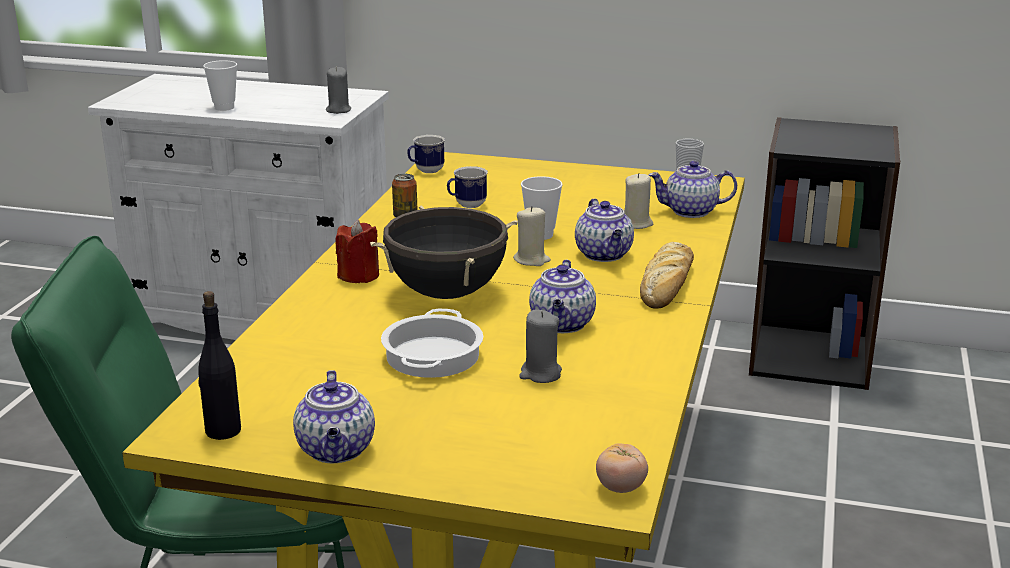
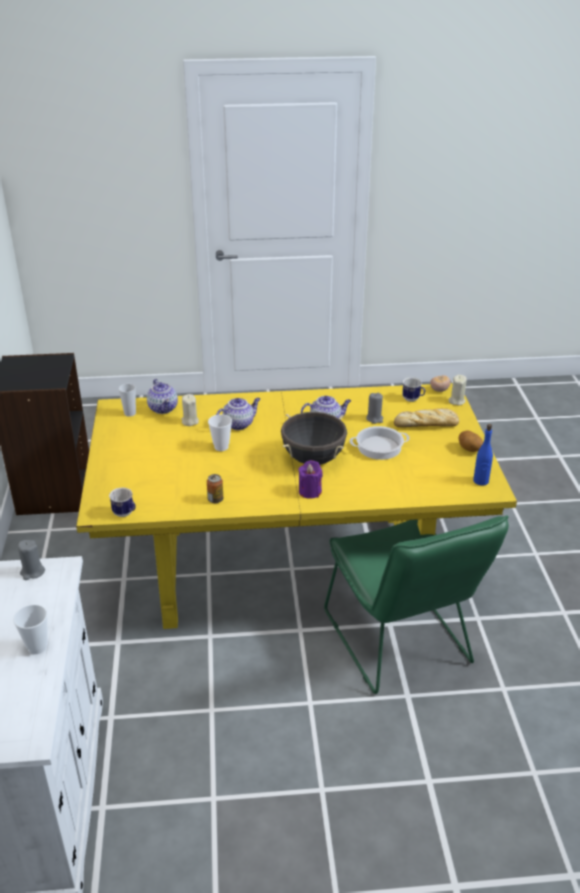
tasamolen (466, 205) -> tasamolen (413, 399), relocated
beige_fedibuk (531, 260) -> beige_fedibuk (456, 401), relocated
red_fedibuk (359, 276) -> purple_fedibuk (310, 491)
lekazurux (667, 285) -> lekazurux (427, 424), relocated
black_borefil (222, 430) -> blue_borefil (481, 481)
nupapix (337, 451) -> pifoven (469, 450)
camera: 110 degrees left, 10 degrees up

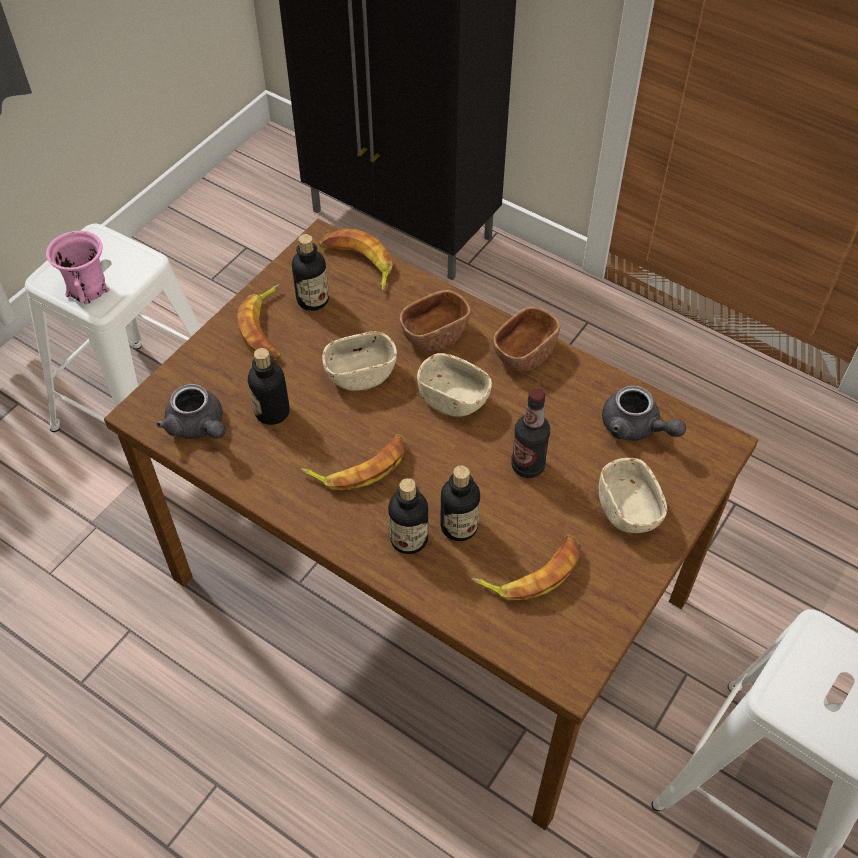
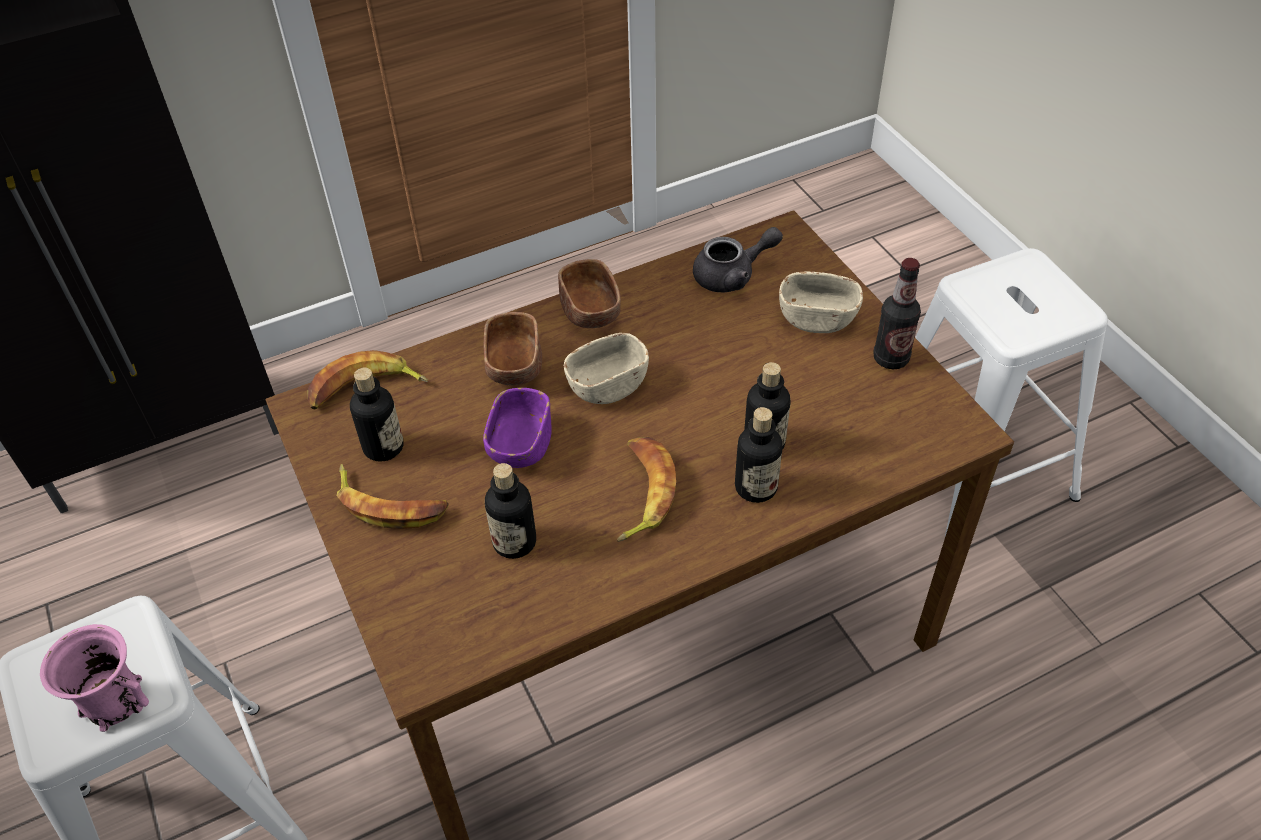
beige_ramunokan (360, 374) -> purple_ramunokan (520, 445)
grey_nupapix (198, 427) -> none
borefil (527, 466) -> borefil (891, 358), relocated
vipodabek (532, 572) -> none
camera: 60 degrees left, 5 degrees down

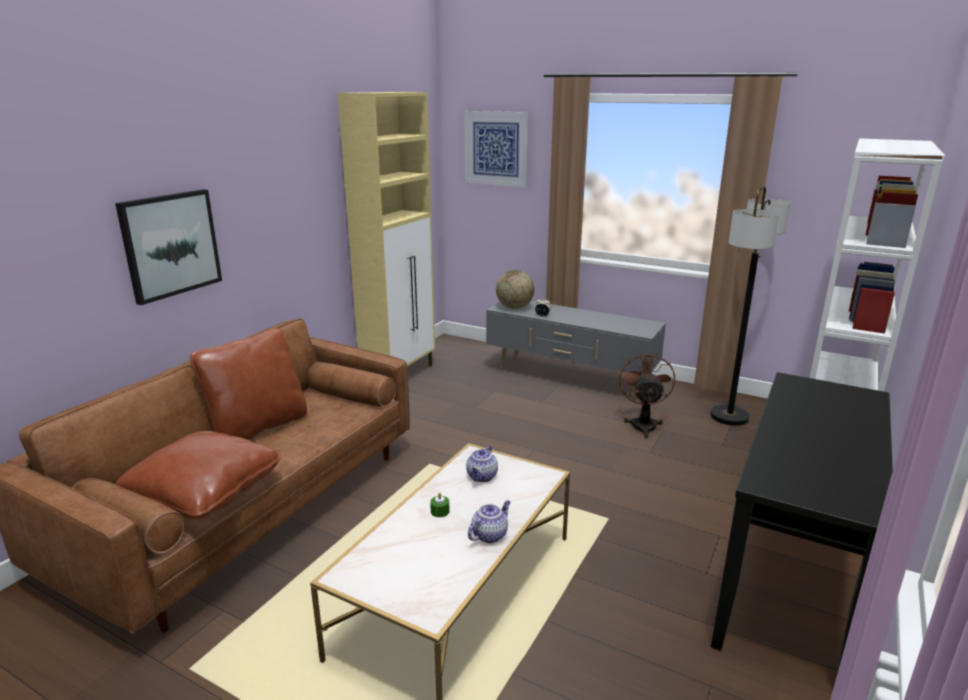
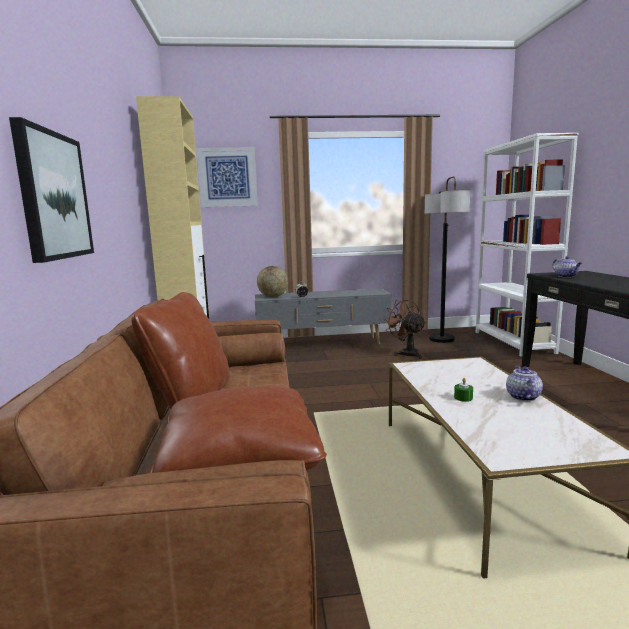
nupapix (482, 477) -> nupapix (566, 276), relocated
camera: 35 degrees left, 10 degrees down

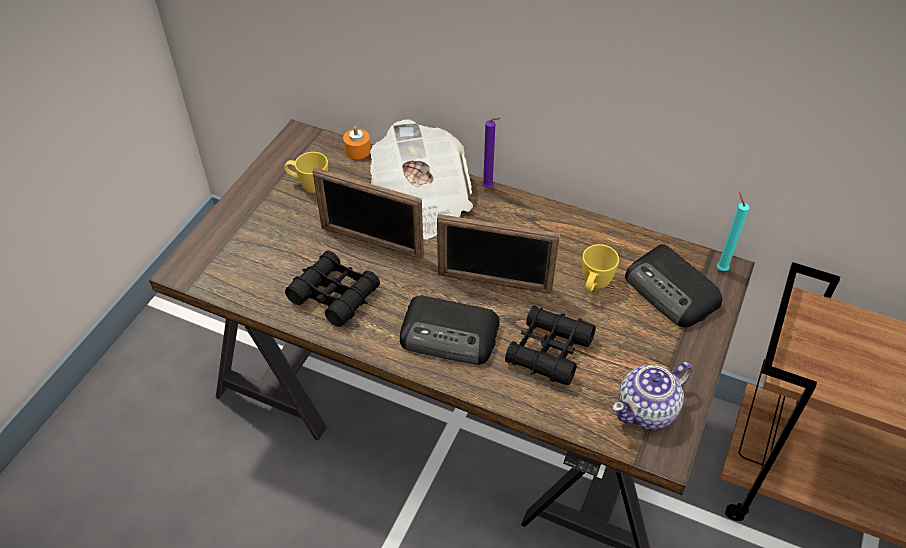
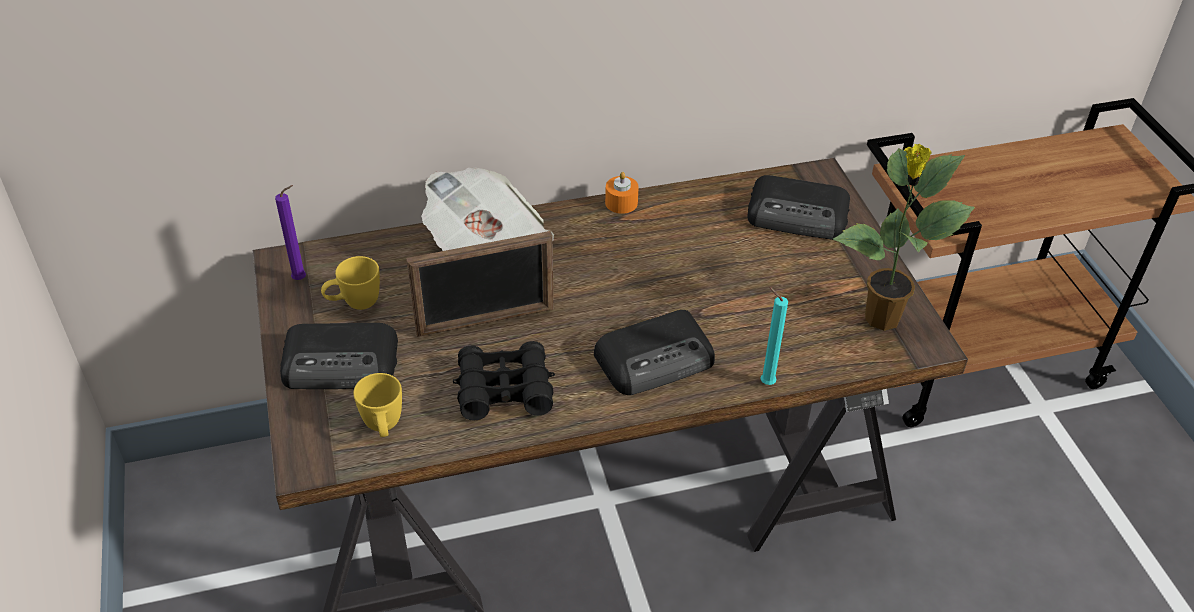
purple_fedibuk (489, 188) -> purple_fedibuk (302, 279), relocated
orange_fedibuk (357, 150) -> orange_fedibuk (621, 203), relocated
turquoise_fedibuk (720, 268) -> turquoise_fedibuk (765, 382), relocated
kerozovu (494, 283) -> none
yellow_tasamolen (594, 286) -> yellow_tasamolen (383, 428), relocated
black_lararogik (548, 351) -> none
nupapix (648, 410) -> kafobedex (881, 319)
none -> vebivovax (342, 364)
camera: 40 degrees left, 5 degrees down

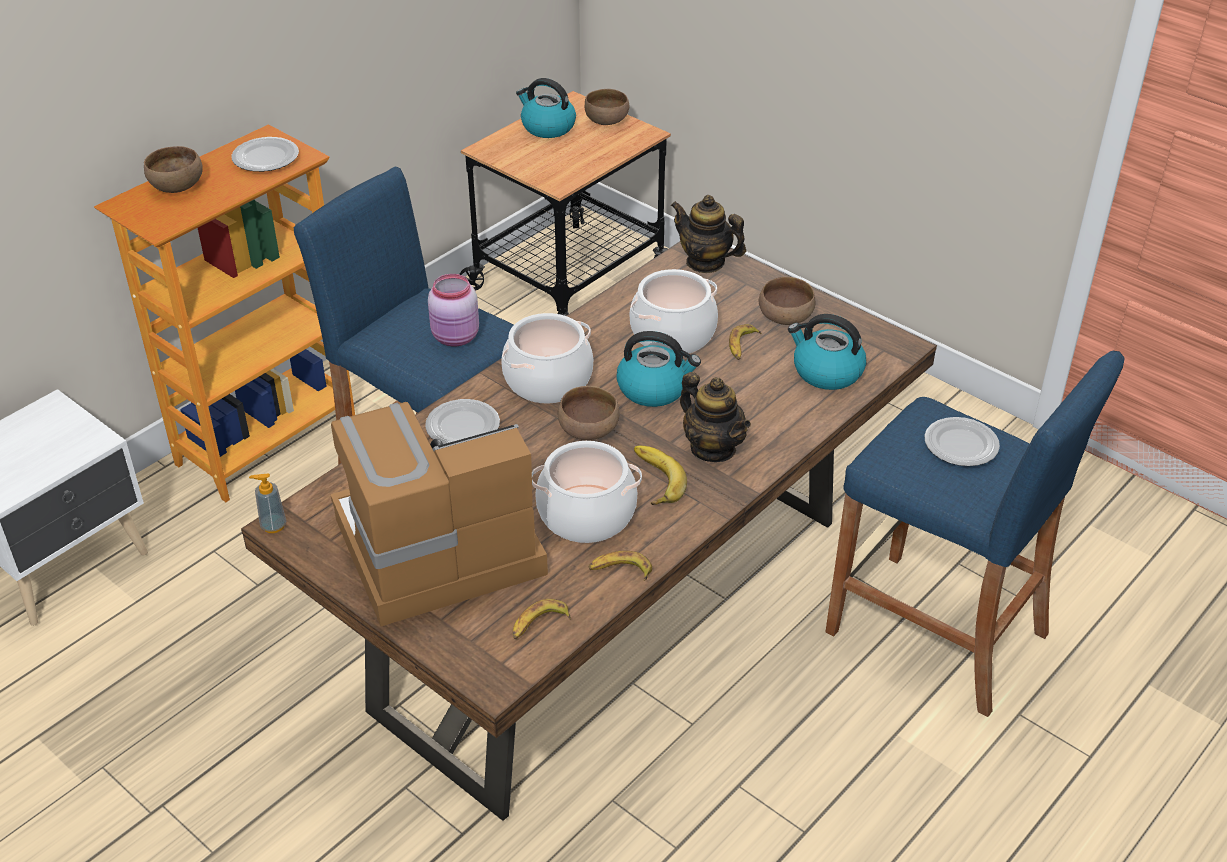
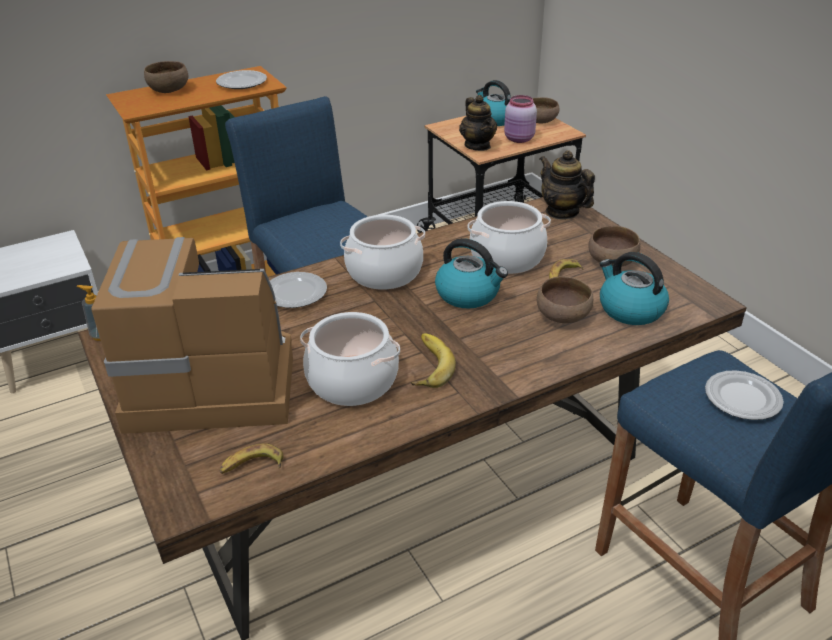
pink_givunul (456, 337) -> pink_givunul (519, 139), relocated
nupapix (713, 448) -> nupapix (477, 146), relocated
brown_ramunokan (590, 431) -> brown_ramunokan (564, 317), relocated
vipodabek (620, 571) -> none
camera: 20 degrees right, 5 degrees down

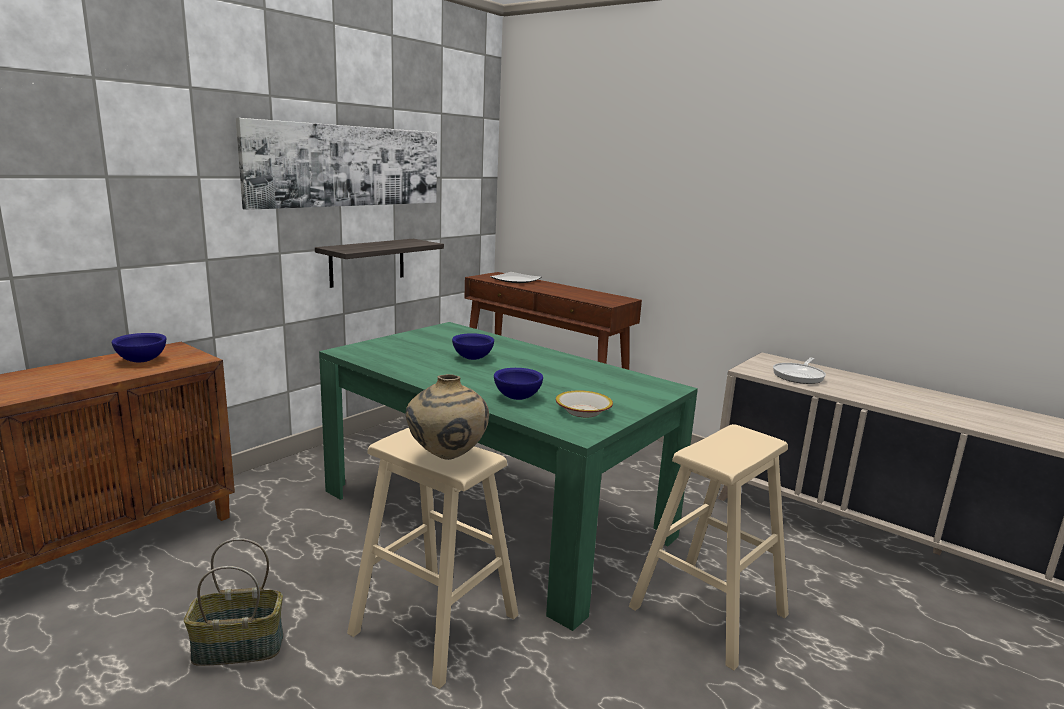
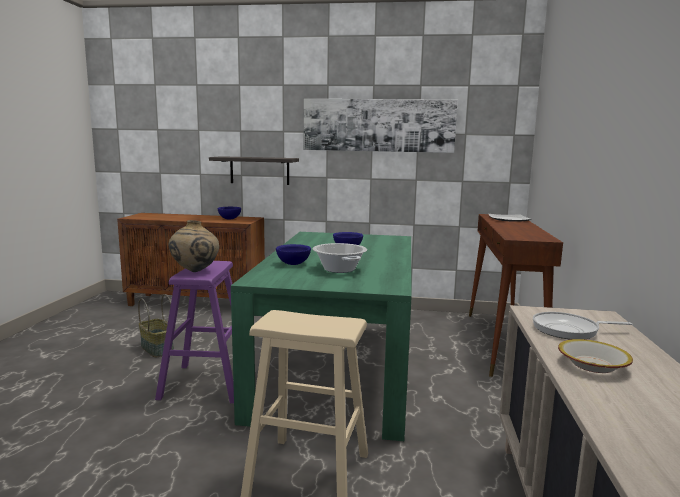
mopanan (367, 262) -> mopanan (259, 170), relocated
ramunokan (583, 411) -> ramunokan (593, 365), relocated
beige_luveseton (434, 624) -> purple_luveseton (207, 383)
none -> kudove (339, 269)
camera: 60 degrees right, 5 degrees down

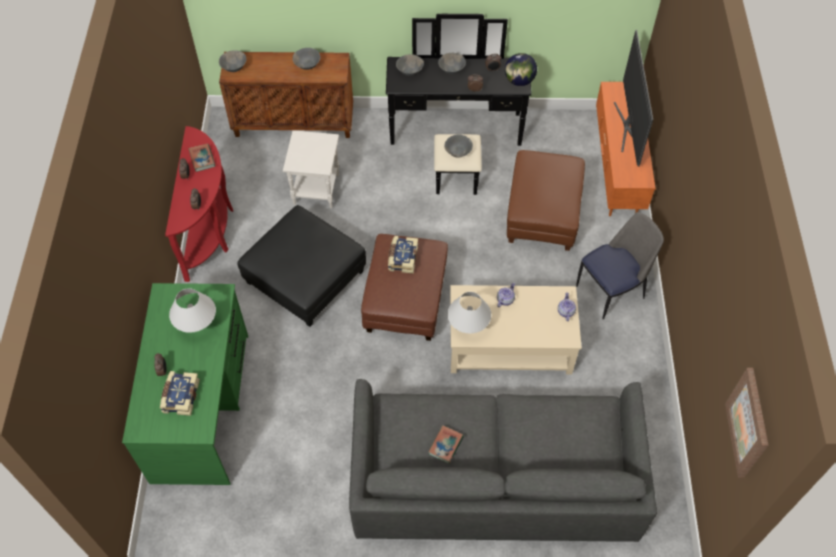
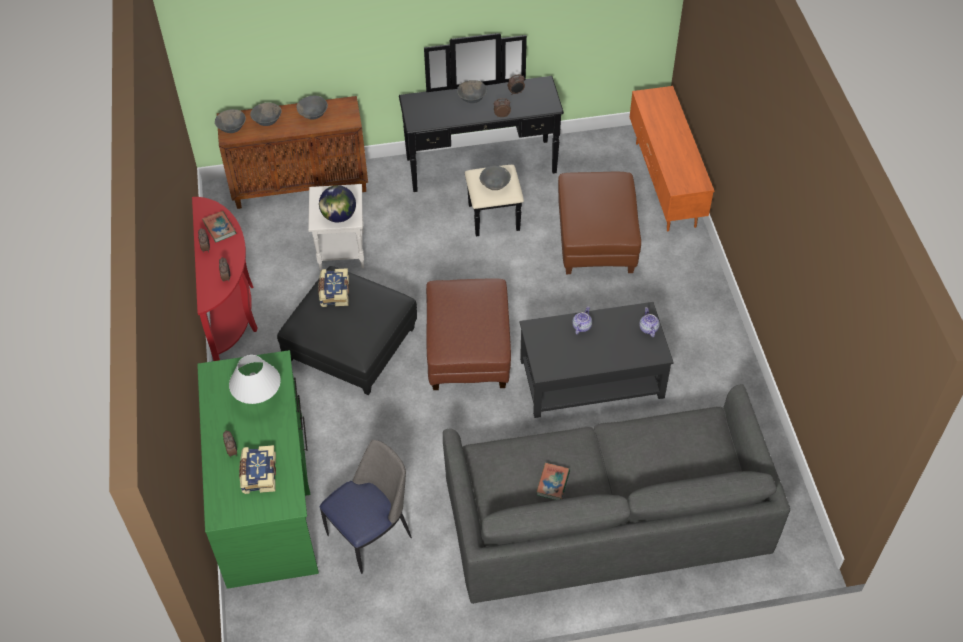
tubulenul (628, 126) -> none
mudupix (519, 81) -> mudupix (339, 216), relocated
grey_ramunokan (410, 71) -> grey_ramunokan (267, 121), relocated
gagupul (611, 291) -> gagupul (371, 534), relocated
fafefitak (402, 258) -> fafefitak (334, 292), relocated
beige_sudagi (509, 344) -> black_sudagi (590, 378)
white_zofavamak (468, 326) -> none
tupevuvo (748, 423) -> none
camera: 10 degrees left, 5 degrees down

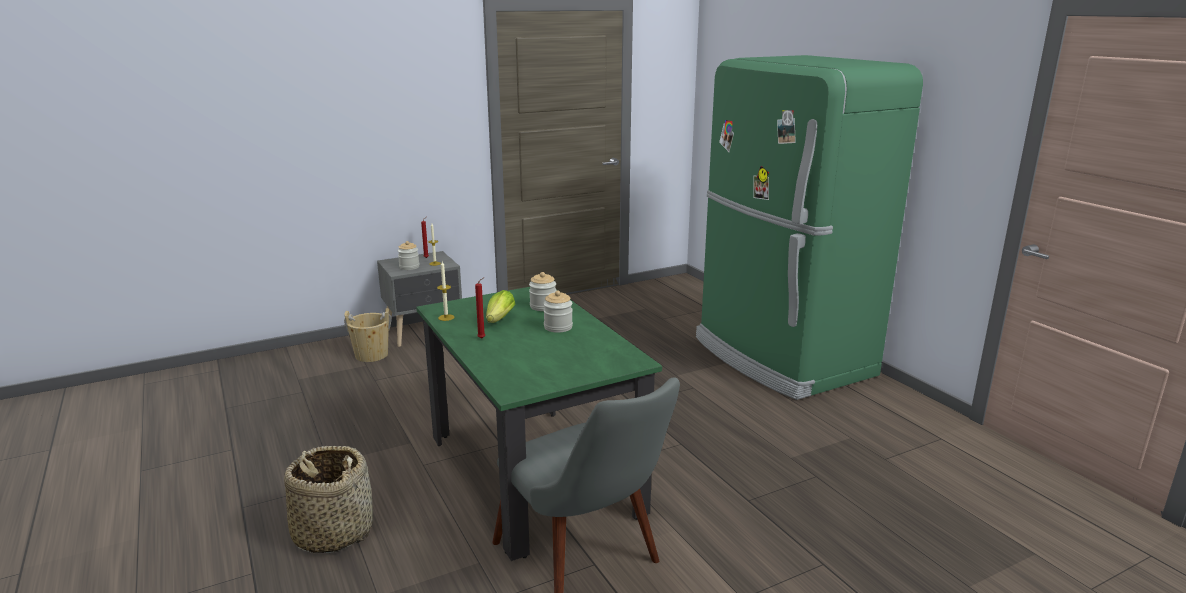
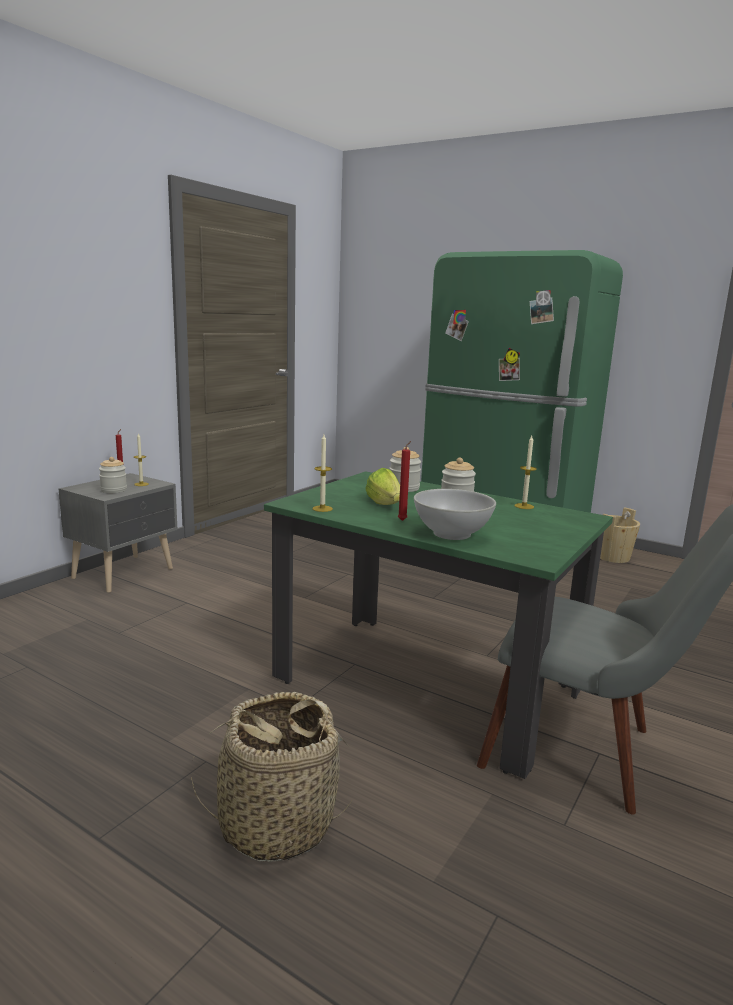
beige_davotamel (371, 355) -> beige_davotamel (613, 557), relocated
none -> fedibuk (524, 506)
none -> white_ramunokan (452, 534)
camera: 30 degrees left, 5 degrees down

